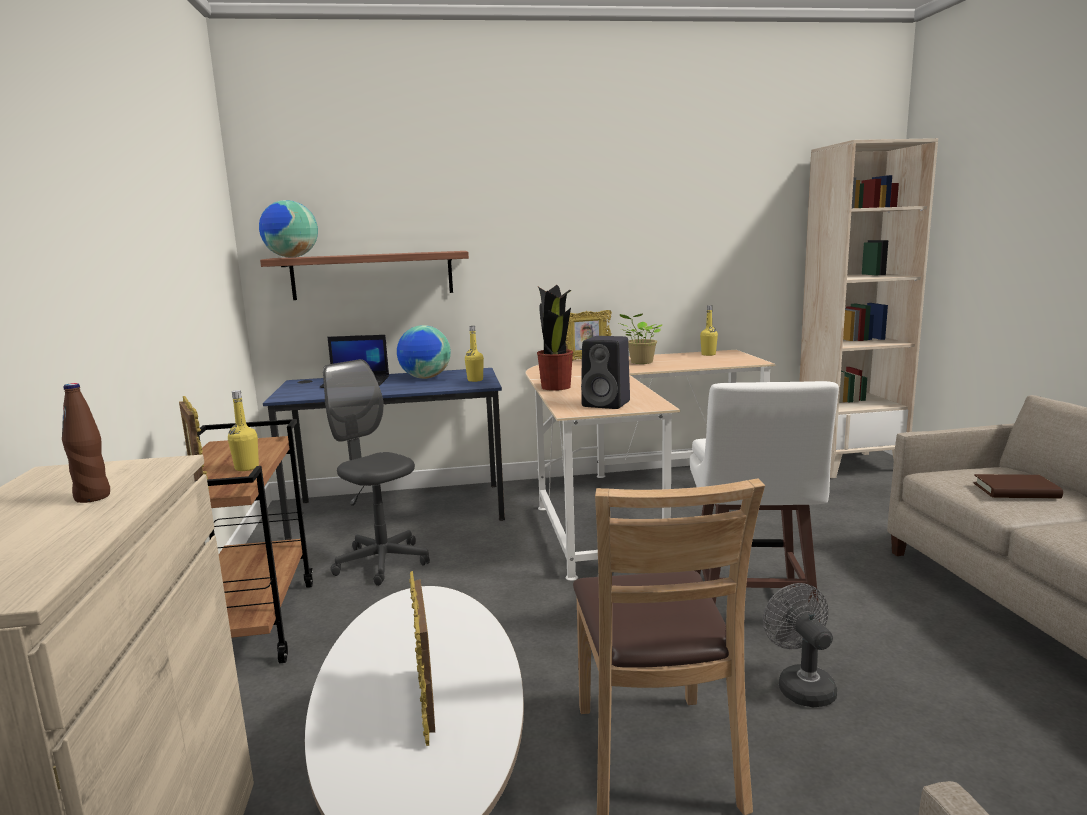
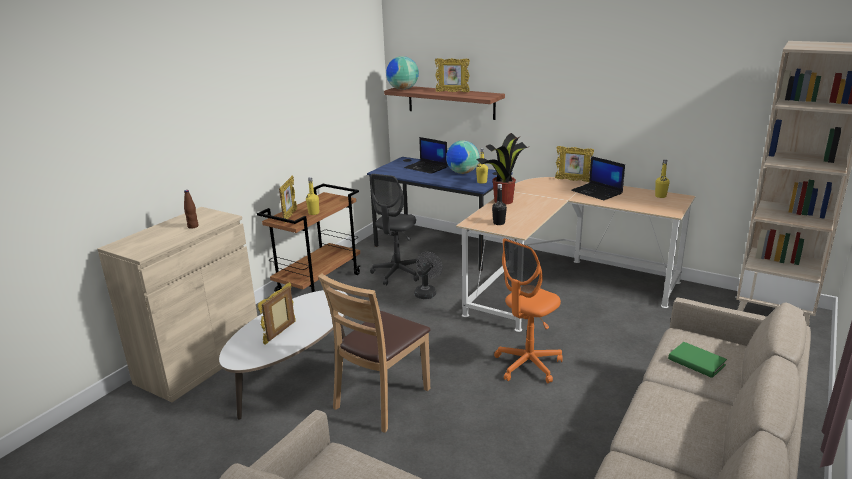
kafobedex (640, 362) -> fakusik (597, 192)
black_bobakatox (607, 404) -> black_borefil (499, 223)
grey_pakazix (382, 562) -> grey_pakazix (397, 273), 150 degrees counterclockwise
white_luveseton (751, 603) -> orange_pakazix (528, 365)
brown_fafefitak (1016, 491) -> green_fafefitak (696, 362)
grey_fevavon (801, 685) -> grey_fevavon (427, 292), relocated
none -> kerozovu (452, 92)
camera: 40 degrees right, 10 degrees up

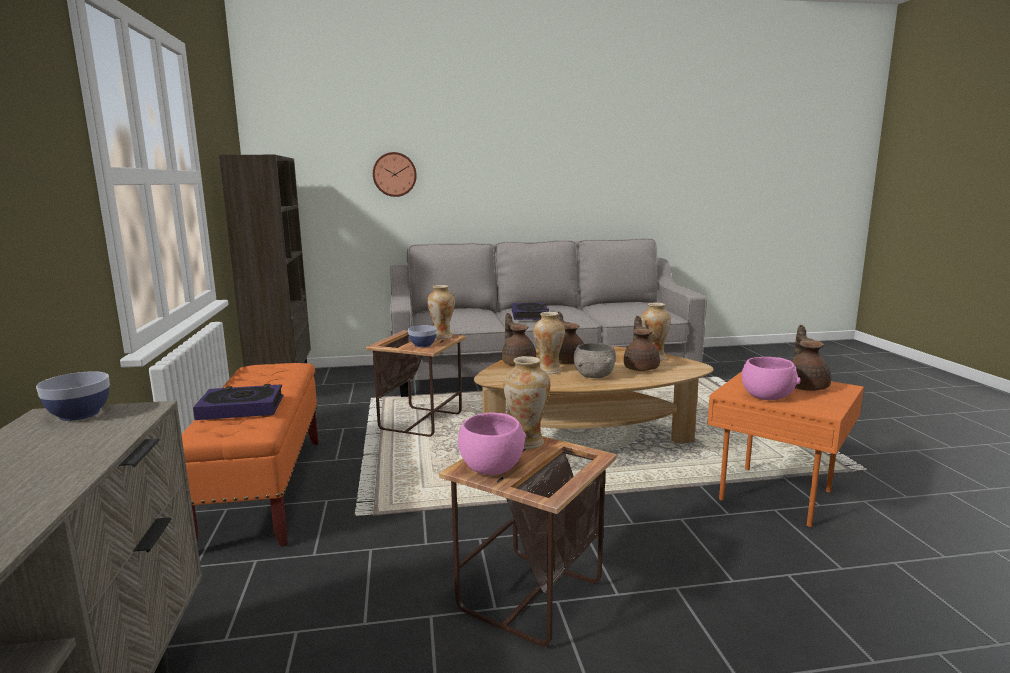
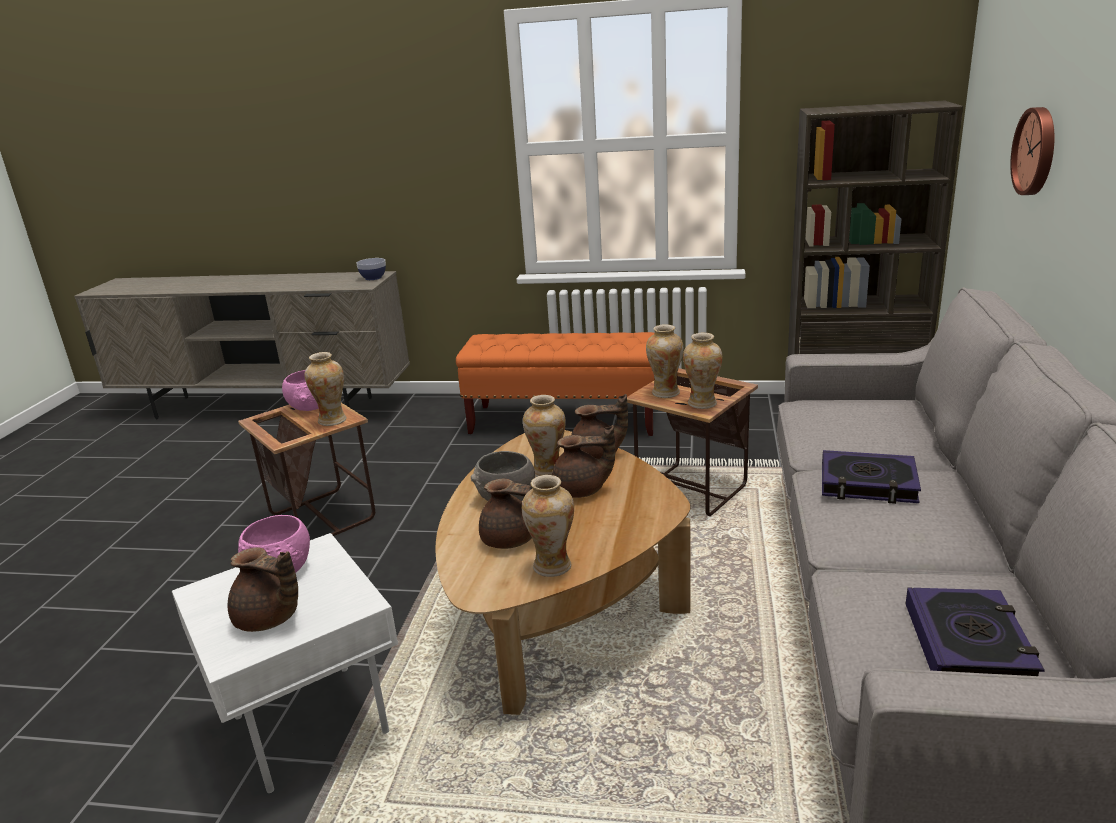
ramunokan (423, 345) -> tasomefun (665, 393)
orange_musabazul (779, 495) -> white_musabazul (308, 729)
fafefitak (241, 408) -> fafefitak (968, 643), relocated
camera: 110 degrees right, 10 degrees up

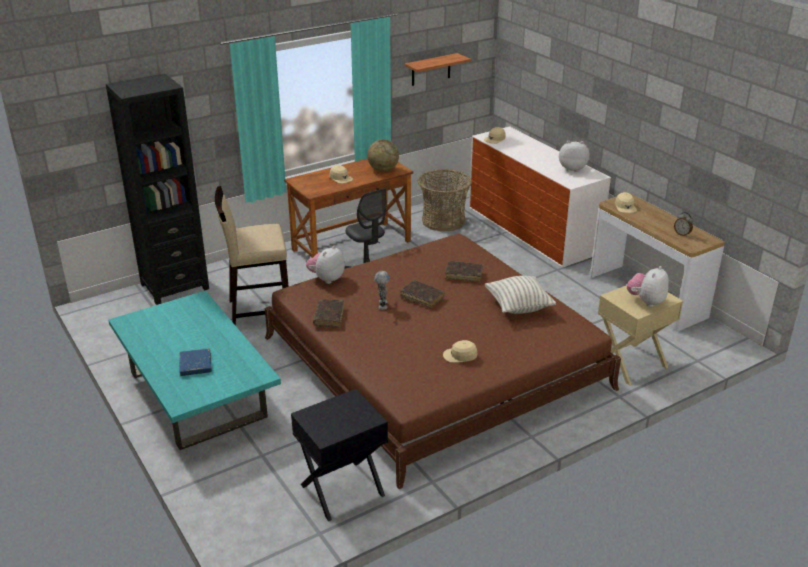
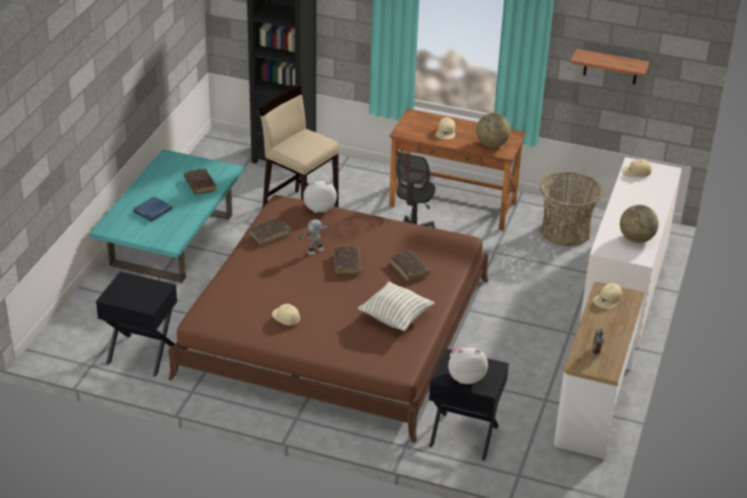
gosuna (572, 169) -> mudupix (636, 239)
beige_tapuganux (631, 364) -> black_tapuganux (463, 436)
none -> brown_fafefitak (200, 185)
camera: 50 degrees right, 5 degrees up

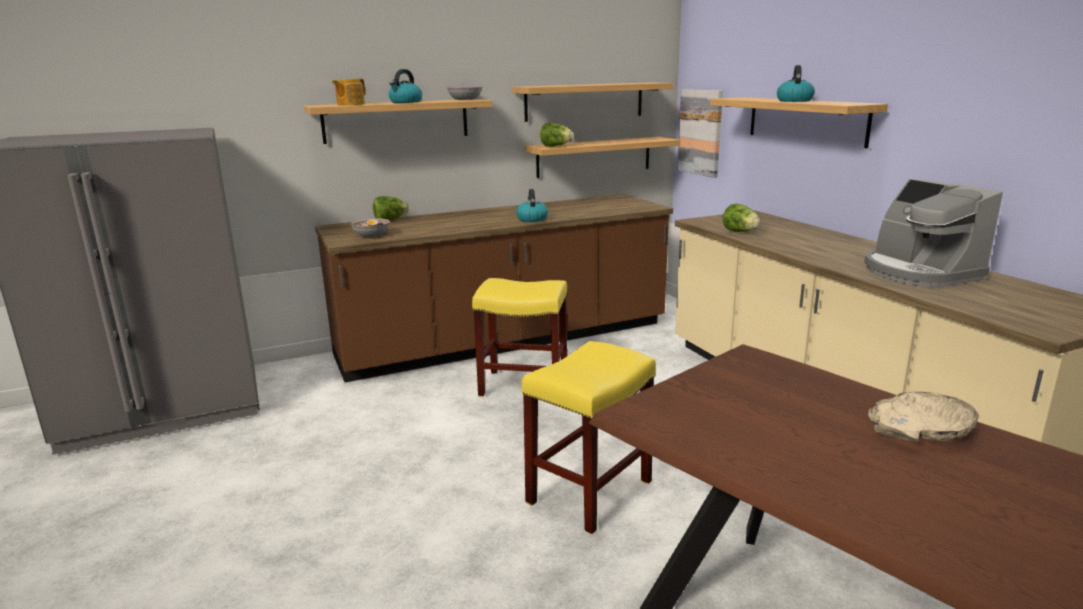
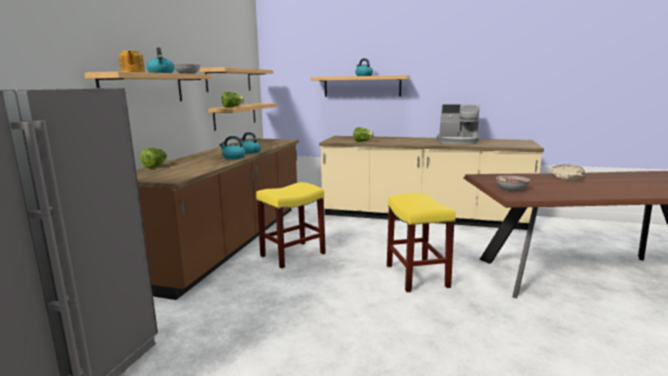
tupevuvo (700, 132) -> none
ramunokan (371, 235) -> ramunokan (511, 189), relocated
none -> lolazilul (233, 157)
camera: 50 degrees left, 5 degrees down

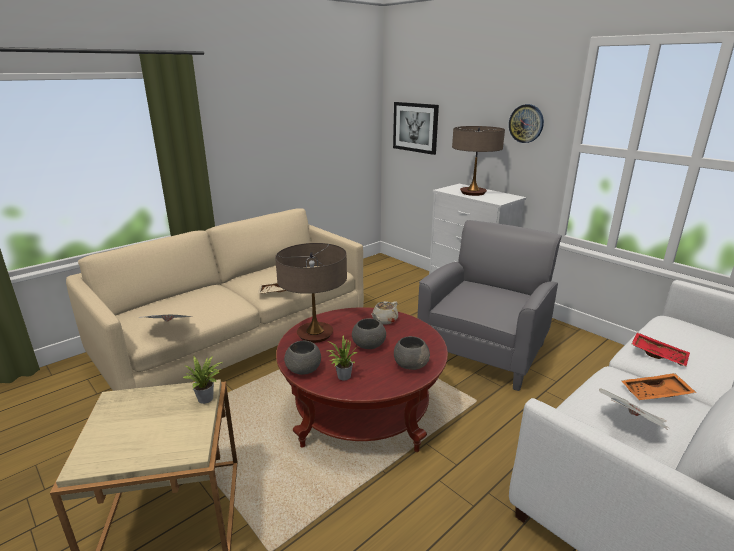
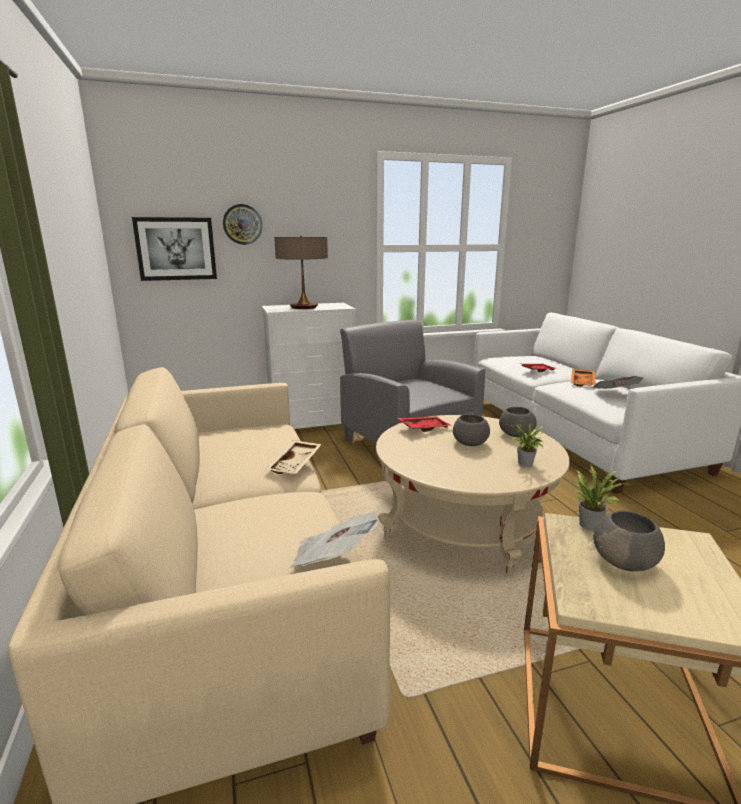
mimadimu (526, 123) -> mimadimu (242, 224), relocated
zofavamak (315, 334) -> none
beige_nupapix (384, 320) -> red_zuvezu (423, 428)
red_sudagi (362, 410) -> beige_sudagi (464, 524)
grey_ramunokan (304, 370) -> grey_ramunokan (625, 561), relocated
camera: 65 degrees left, 5 degrees down

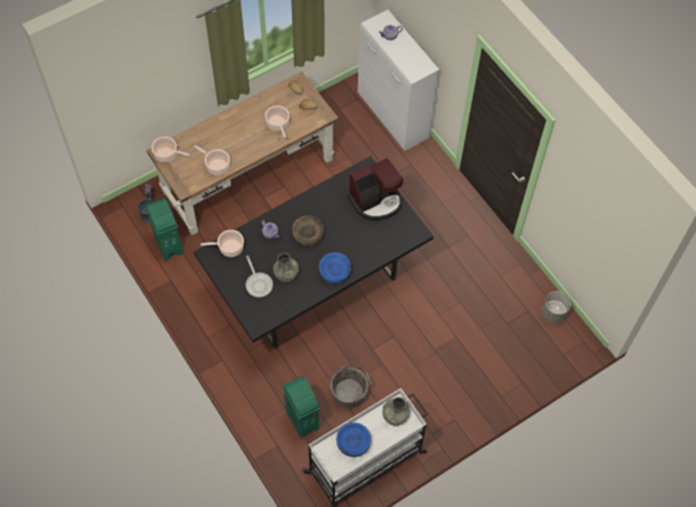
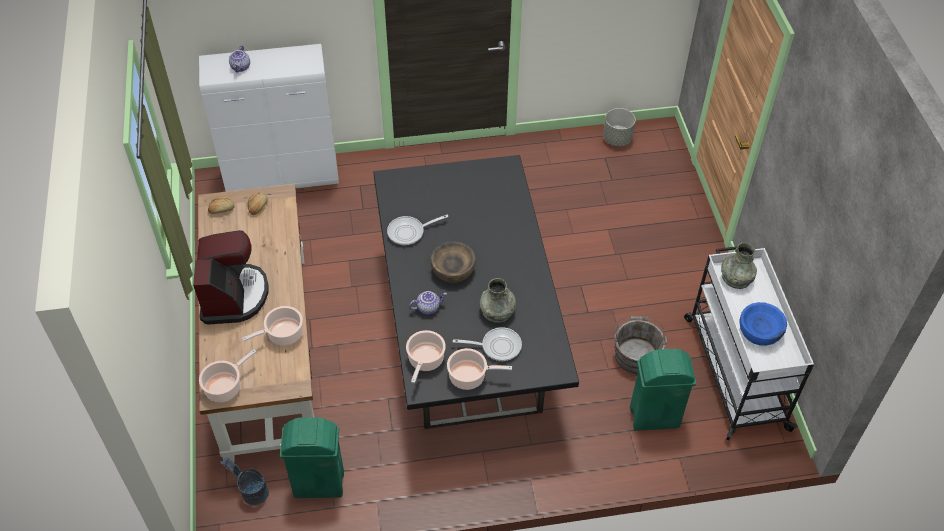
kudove (278, 124) -> kudove (469, 376), relocated
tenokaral (376, 200) -> tenokaral (233, 296), relocated
blue_ramunokan (335, 272) -> none
none -> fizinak (409, 232)
camera: 65 degrees left, 10 degrees down

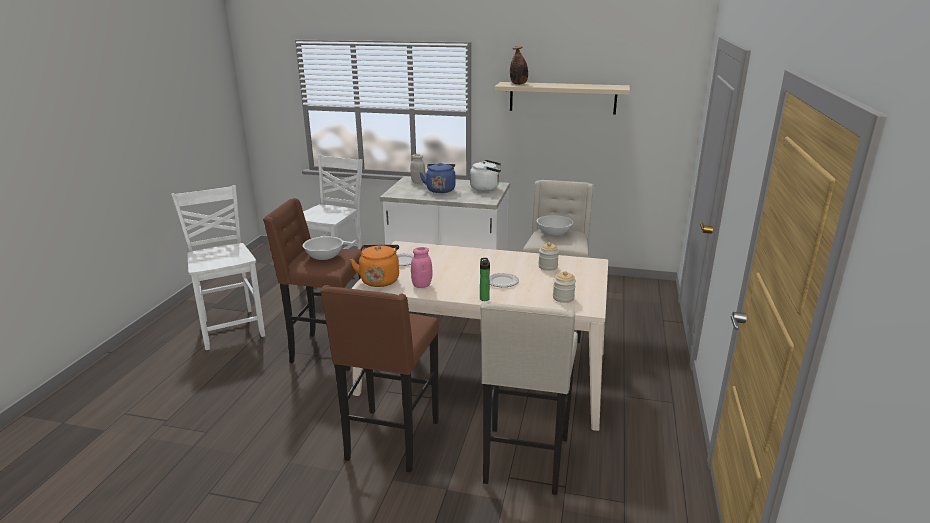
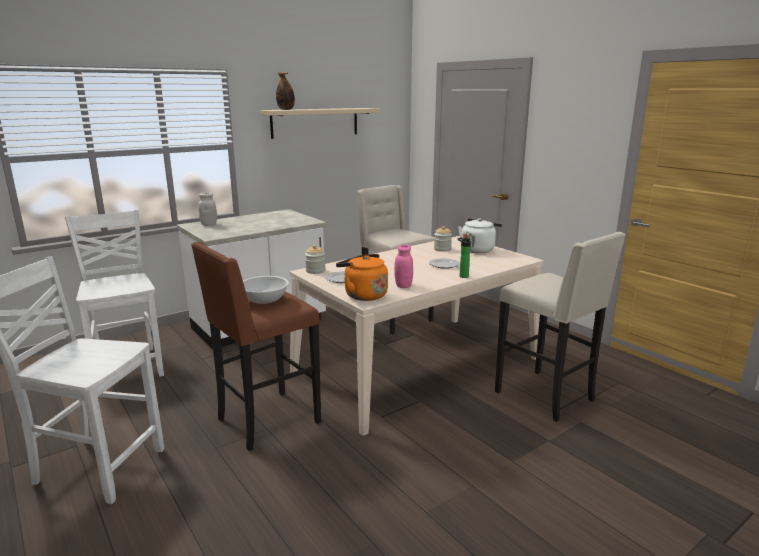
white_lolazilul (486, 188) -> white_lolazilul (478, 250), relocated
blue_lolazilul (440, 189) -> none
white_ramunokan (554, 233) -> none
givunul (563, 298) -> givunul (315, 271), relocated
brown_luveseton (391, 442) -> none
camera: 50 degrees left, 5 degrees down

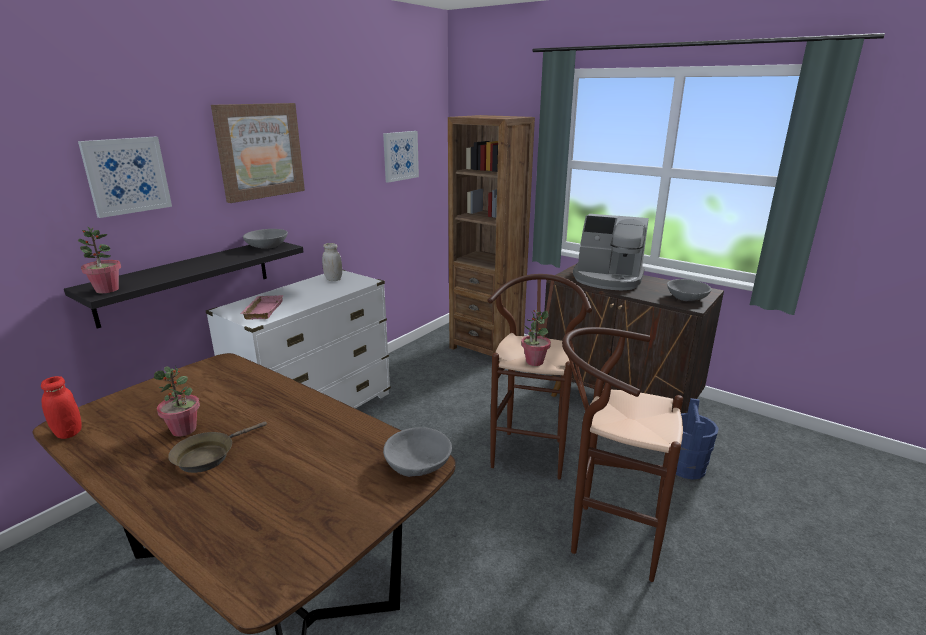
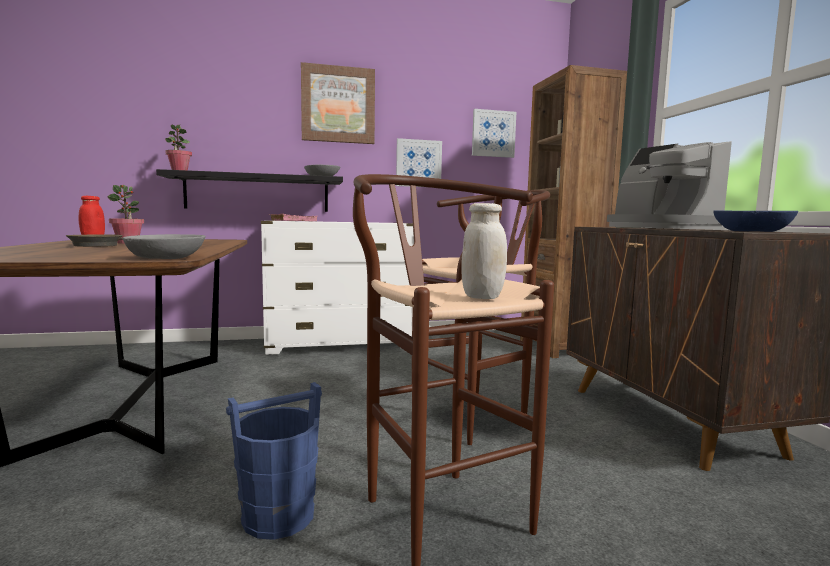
tupevuvo (127, 175) -> tupevuvo (418, 163), relocated
white_givunul (333, 279) -> white_givunul (482, 297), relocated
grey_ramunokan (686, 297) -> blue_ramunokan (751, 231)
kafobedex (534, 362) -> none
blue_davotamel (686, 467) -> blue_davotamel (277, 516), relocated
camera: 40 degrees right, 15 degrees down

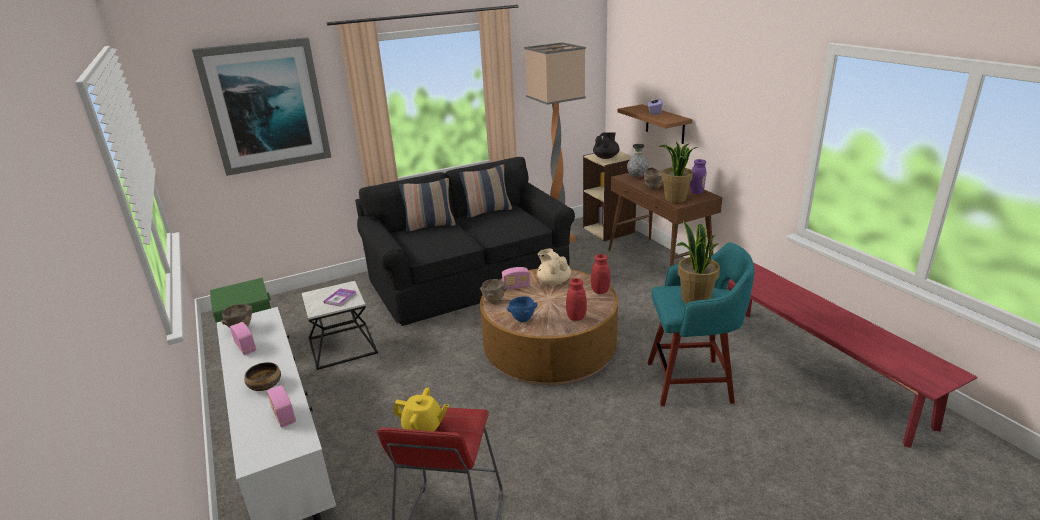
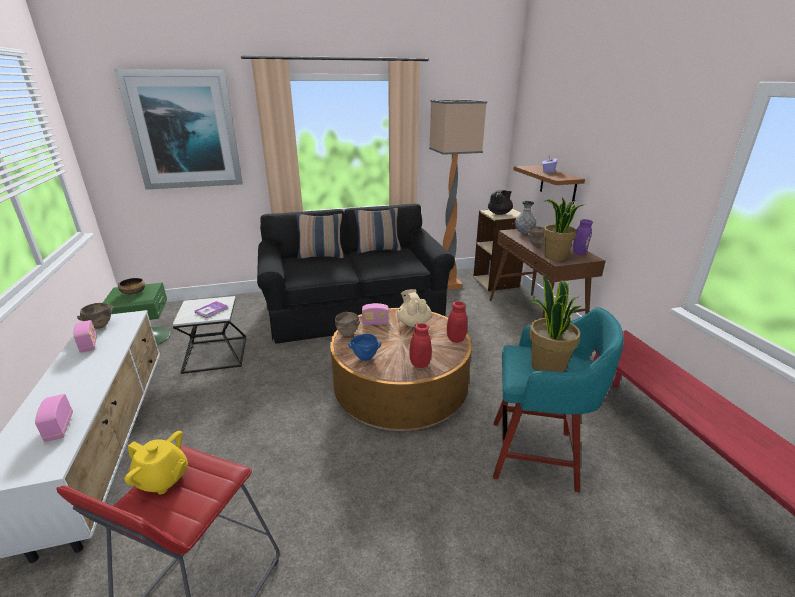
ramunokan (265, 385) -> ramunokan (133, 292), relocated
camera: 10 degrees right, 0 degrees up

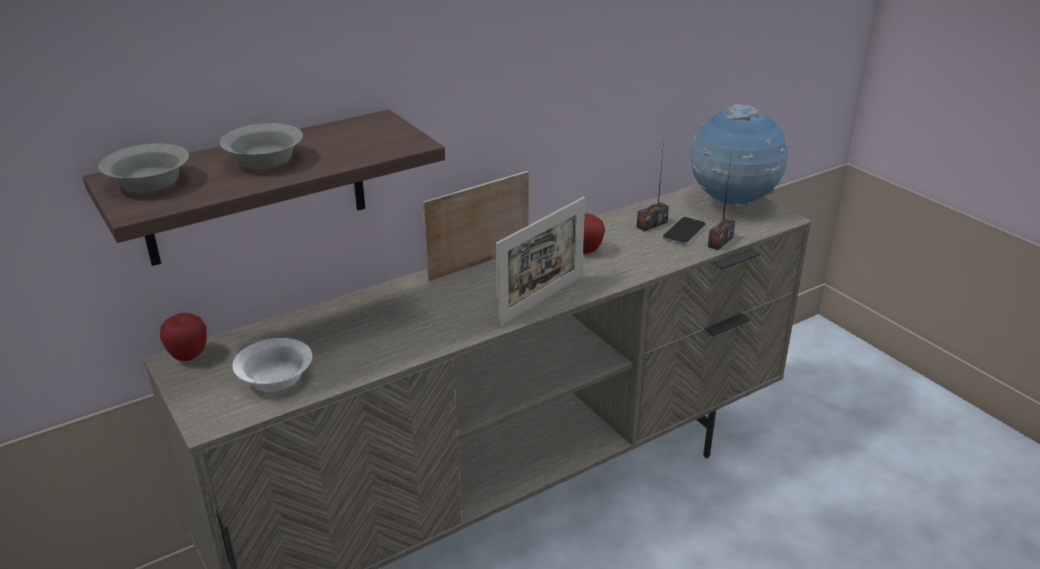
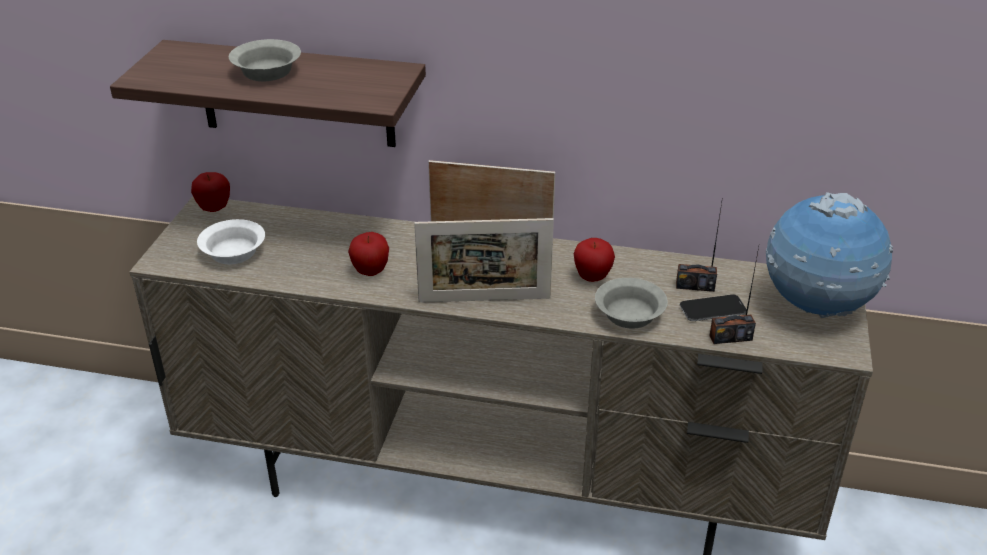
grey_ramunokan (148, 182) -> grey_ramunokan (629, 314), relocated
none -> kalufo (370, 271)
camera: 45 degrees right, 5 degrees up

